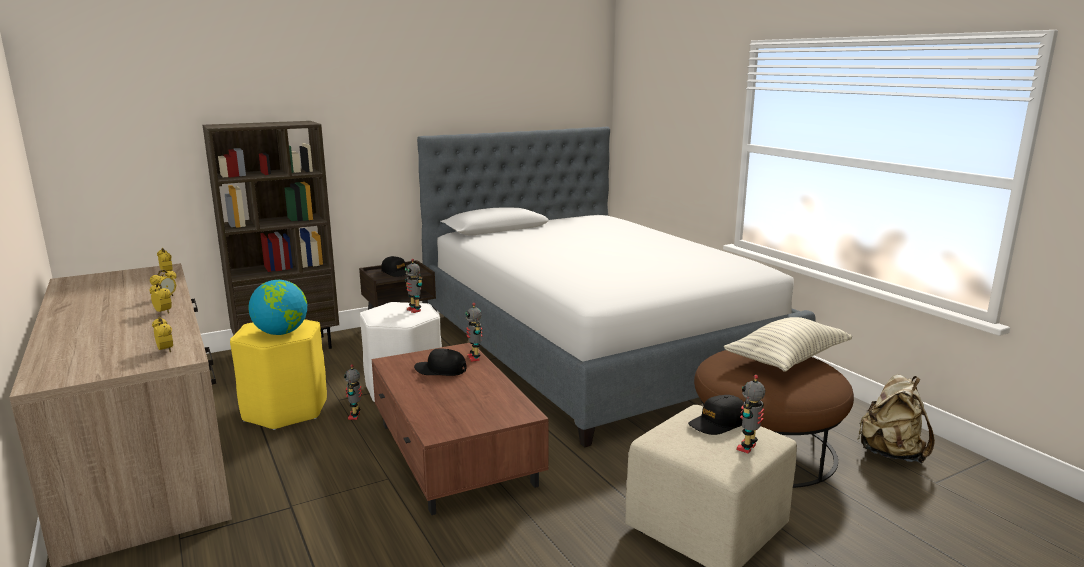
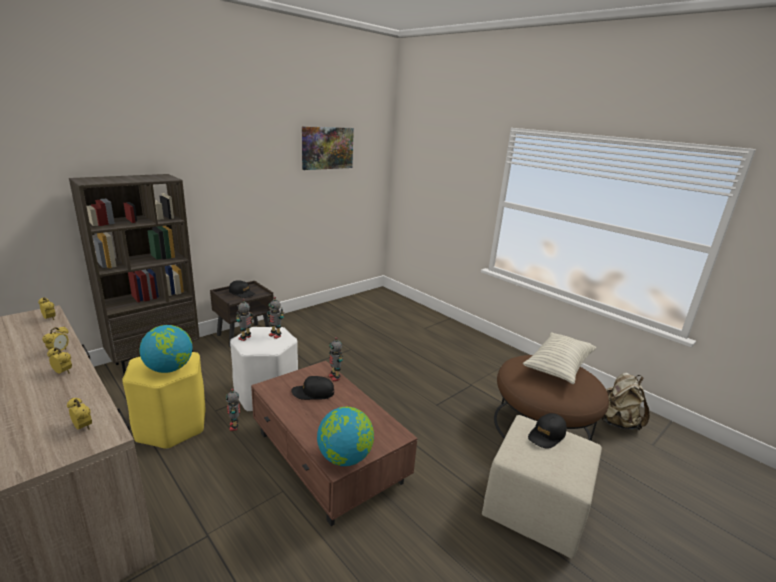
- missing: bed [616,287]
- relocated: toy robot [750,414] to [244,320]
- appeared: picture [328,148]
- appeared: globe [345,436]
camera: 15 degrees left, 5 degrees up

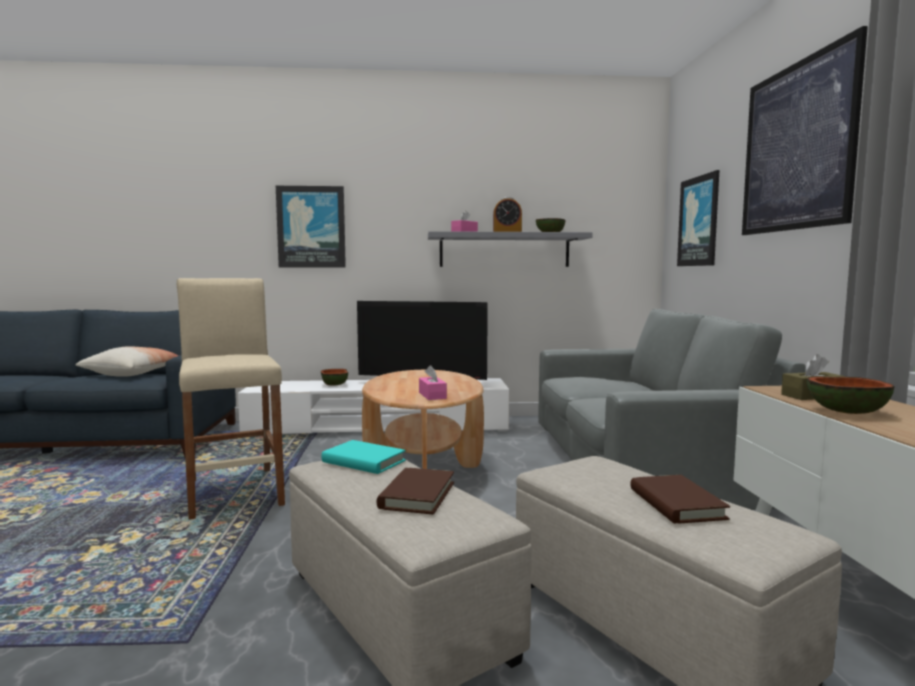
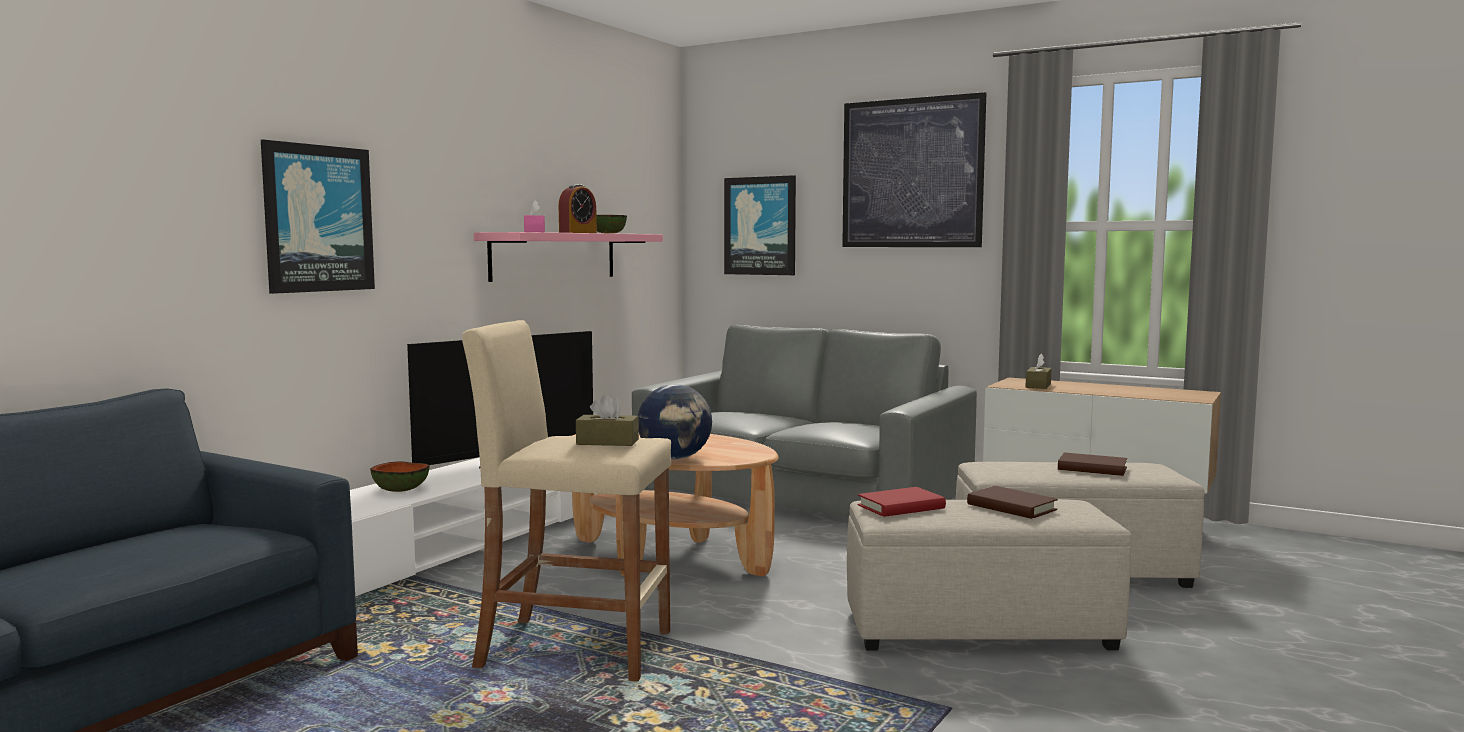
- missing: pillow [127,361]
- colour: turquoise book [363,457] to red book [902,502]
- missing: pink tissue box [433,382]
- colour: grey shelf [510,249] to pink shelf [568,257]
- missing: bowl [850,395]
- appeared: brown tissue box [607,420]
- appeared: globe [675,421]
camera: 55 degrees left, 0 degrees up

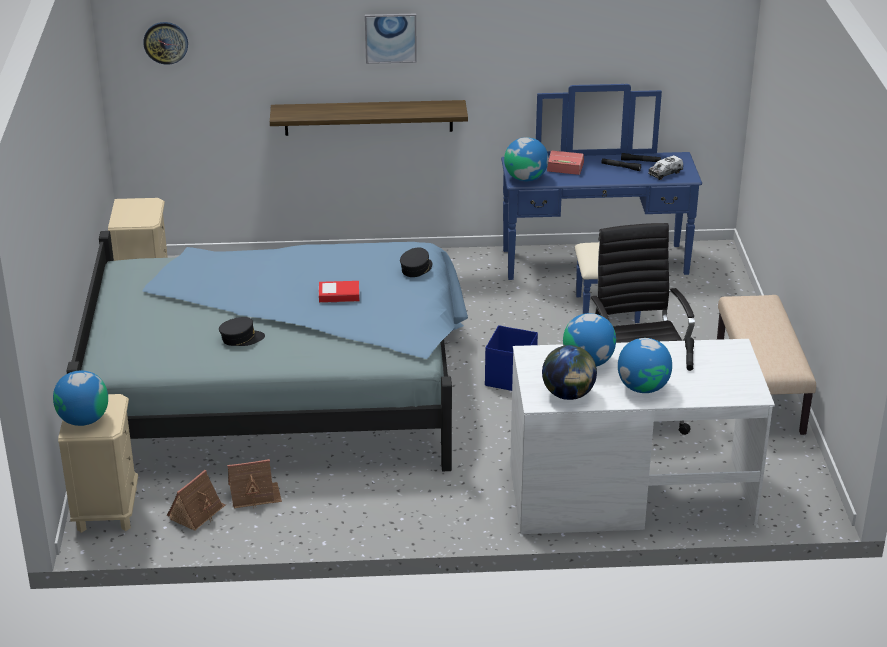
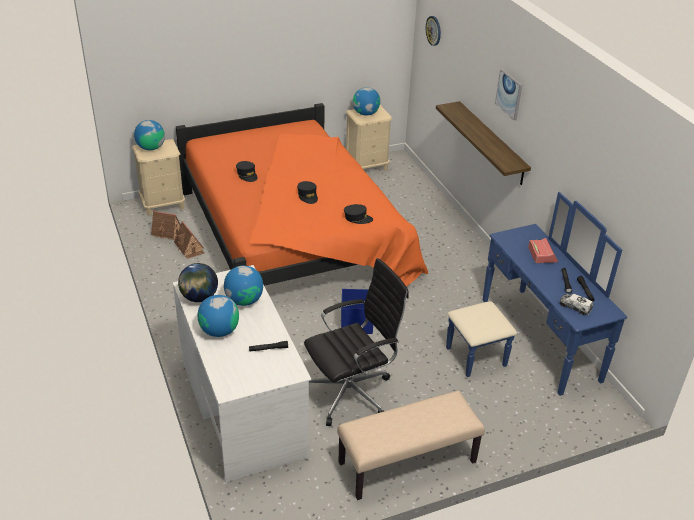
- colour: blue bed [267,351] to orange bed [302,195]
- exchanged: book [339,292] to black cap [307,192]
- relocated: globe [526,159] to [366,101]
camera: 70 degrees right, 5 degrees up

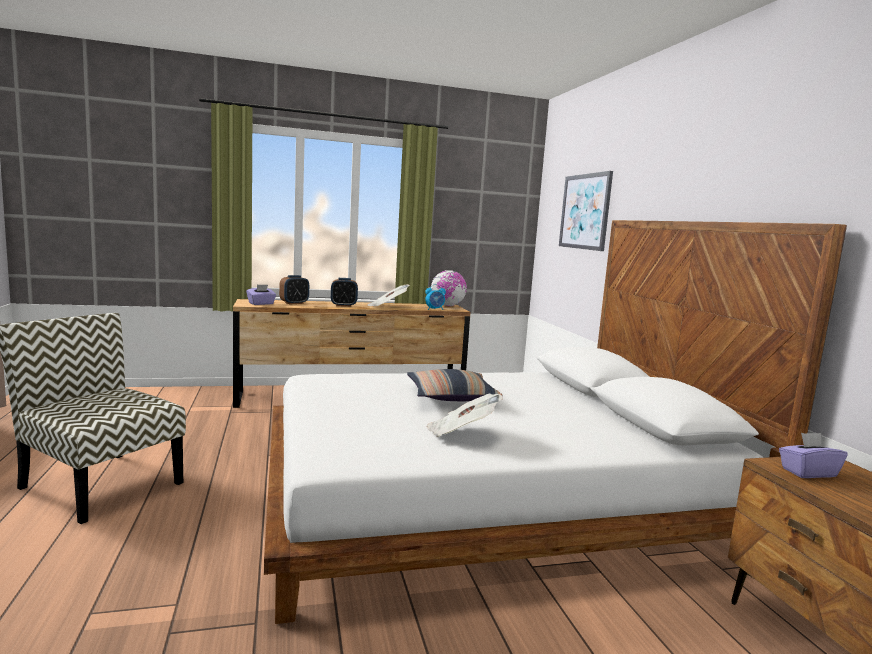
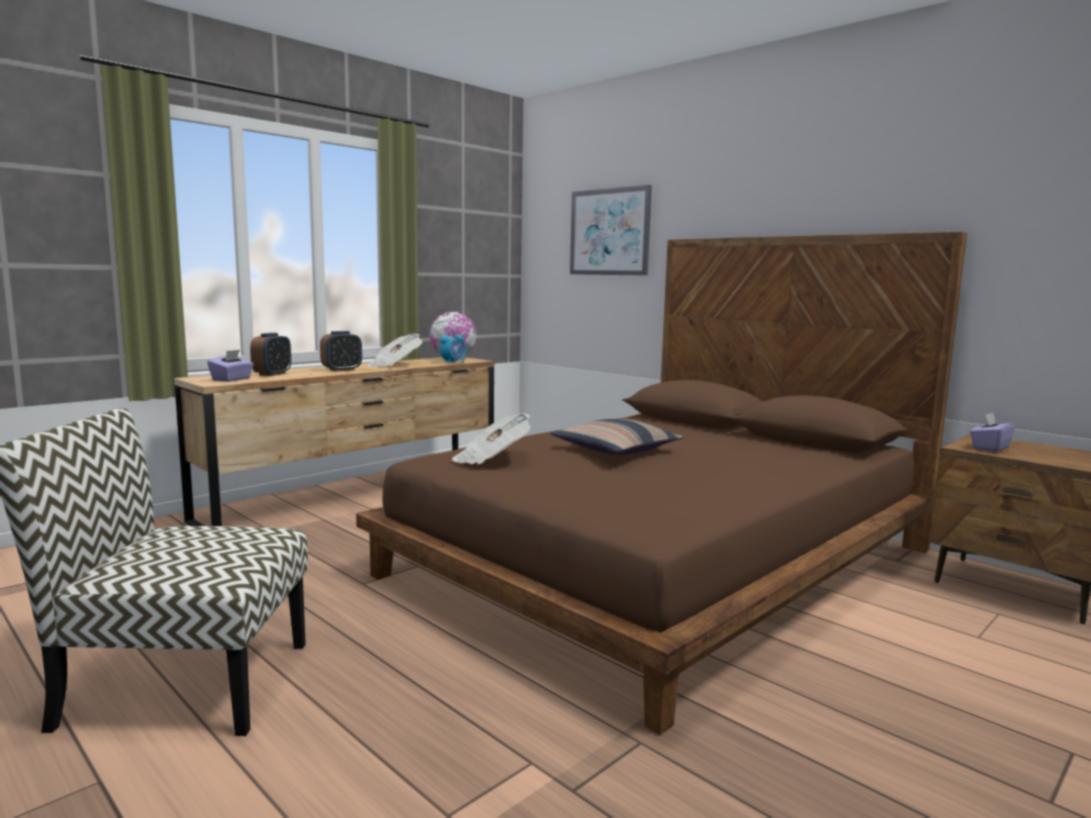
- colour: white bed [555,422] to brown bed [661,483]
- relocated: newspaper [464,415] to [491,438]
camera: 30 degrees left, 0 degrees up

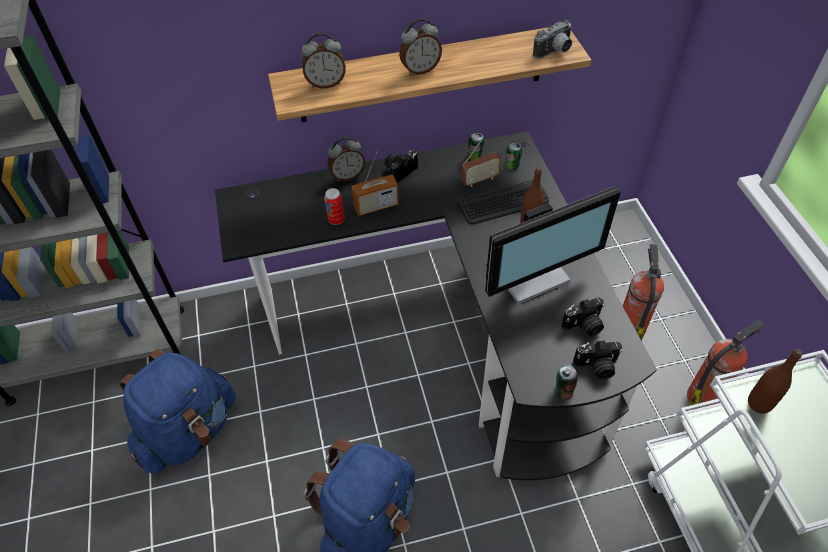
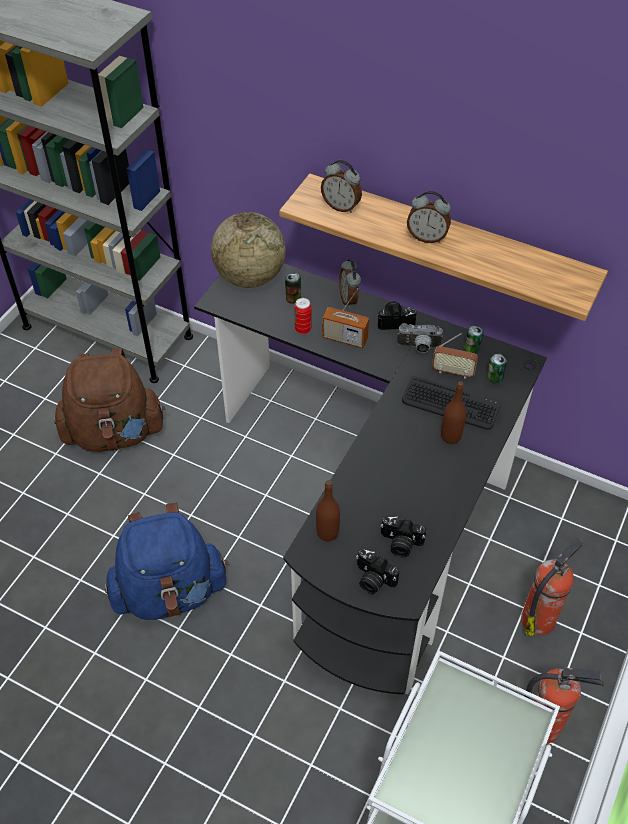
- colour: blue backpack [177,411] to brown backpack [109,400]
- spun: alarm clock [346,159] = [350,283] 60 degrees clockwise
- missing: monitor [553,245]
- relocated: photo camera [552,39] to [420,338]
- relocated: can [567,381] to [293,288]
- relocated: brown bottle [775,381] to [328,510]
- appeared: globe [248,250]
camera: 40 degrees right, 0 degrees up

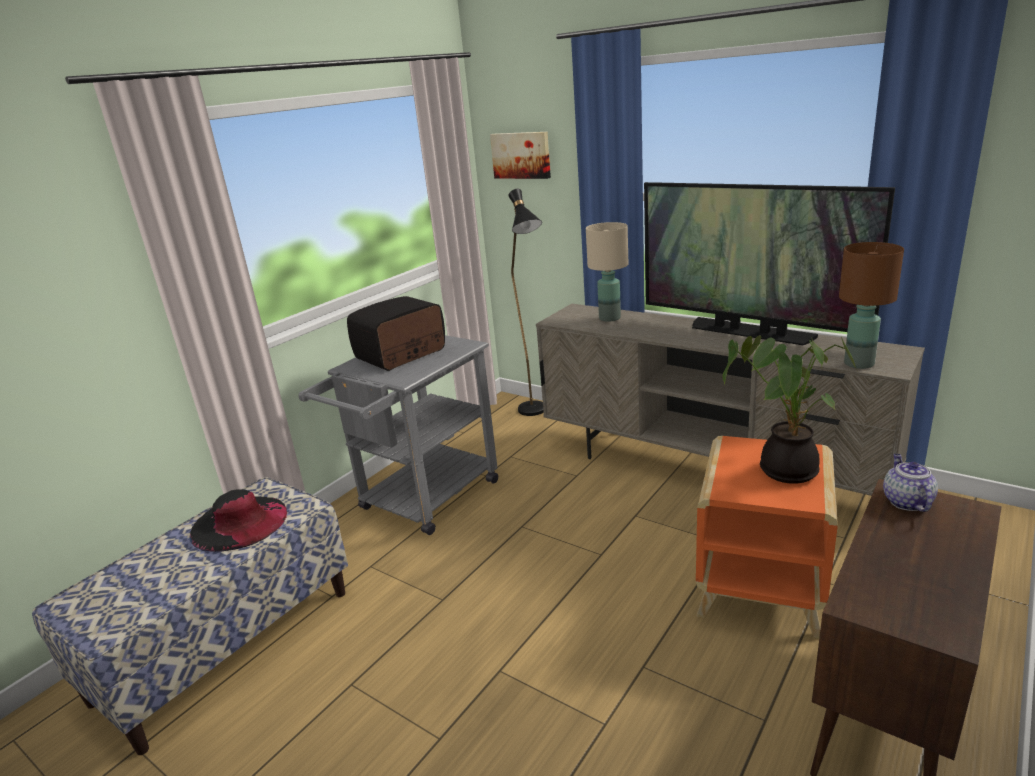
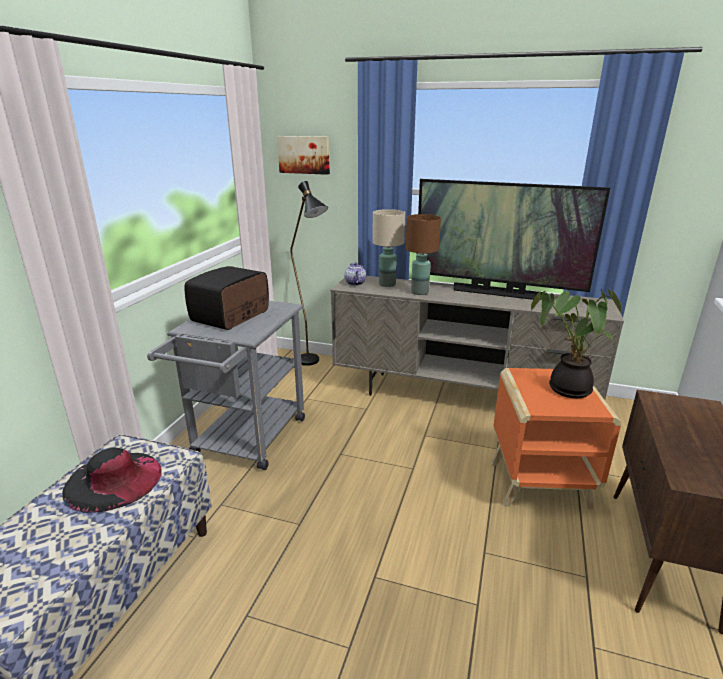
- relocated: brown table lamp [871,305] to [423,254]
- relocated: teapot [910,483] to [355,274]
camera: 20 degrees left, 0 degrees up

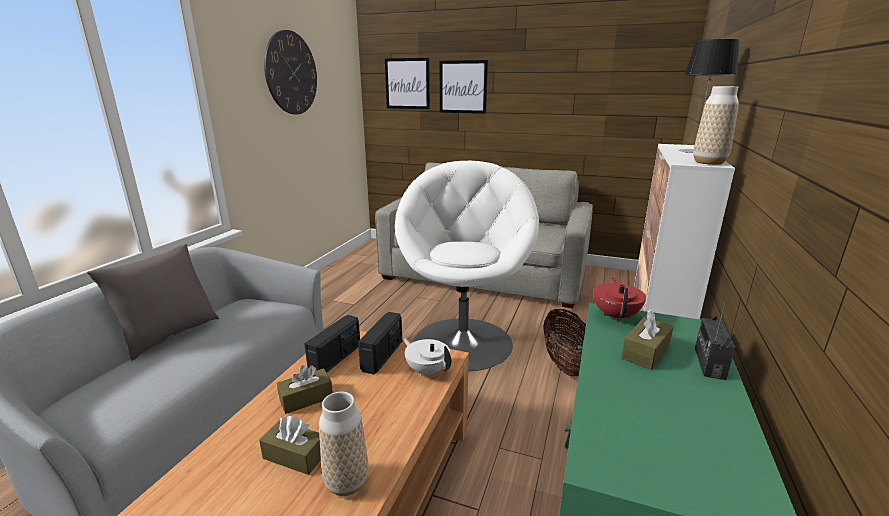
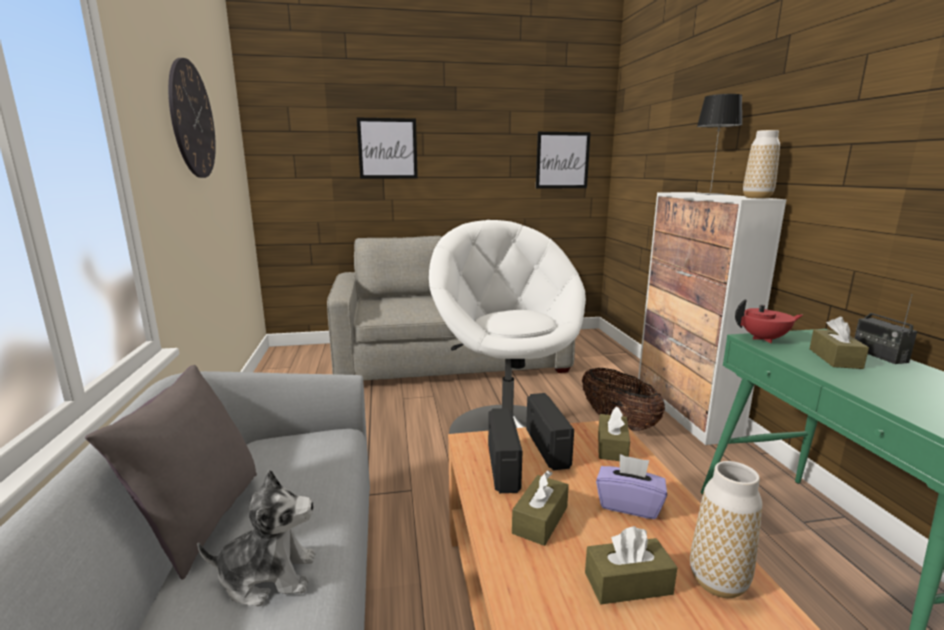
- relocated: picture [407,83] to [563,160]
- exchanged: white teapot [427,357] to brown tissue box [614,433]
- spun: red teapot [619,300] = [769,321] 105 degrees clockwise
- appeared: plush toy [256,538]
- appeared: purple tissue box [631,486]
camera: 30 degrees left, 5 degrees down

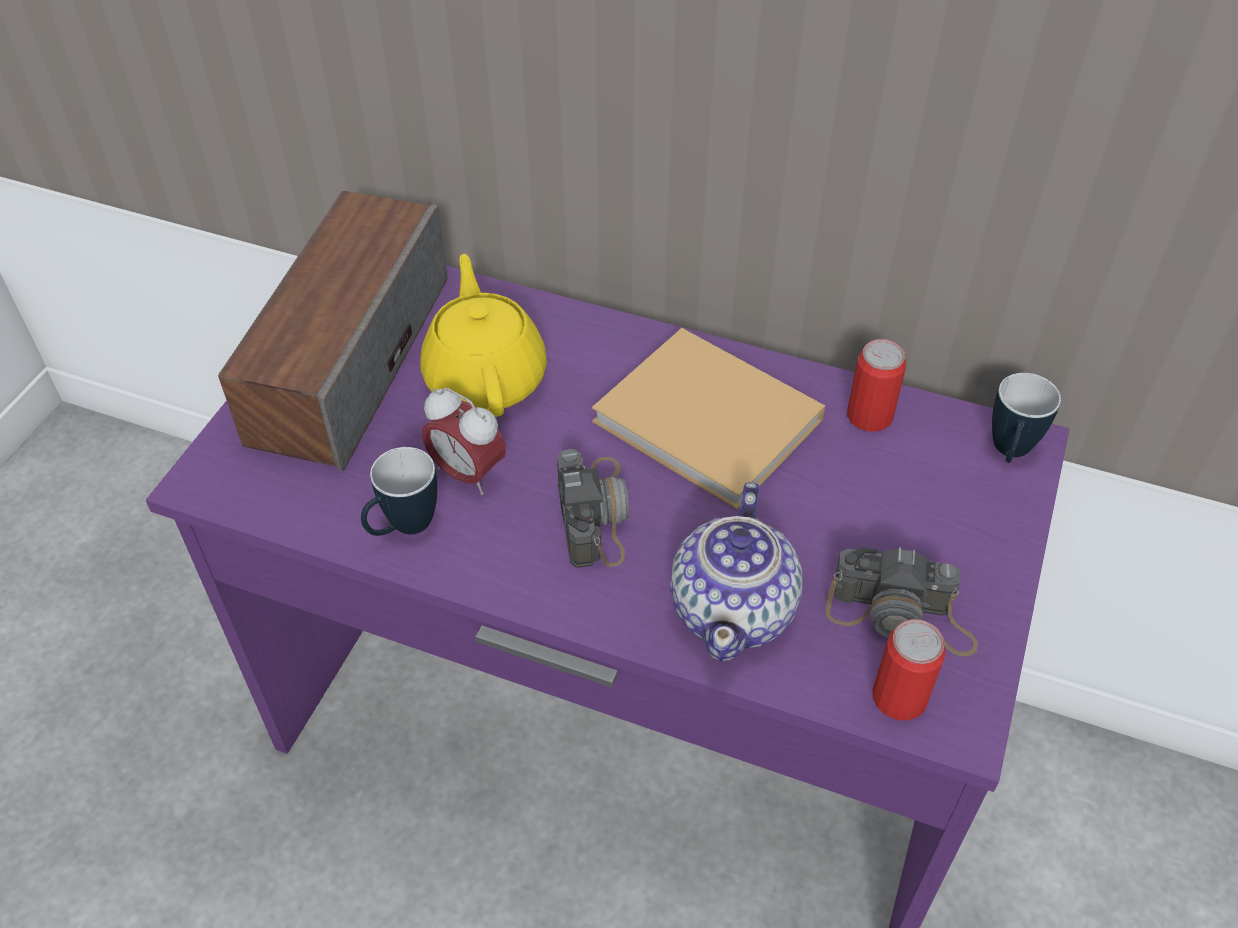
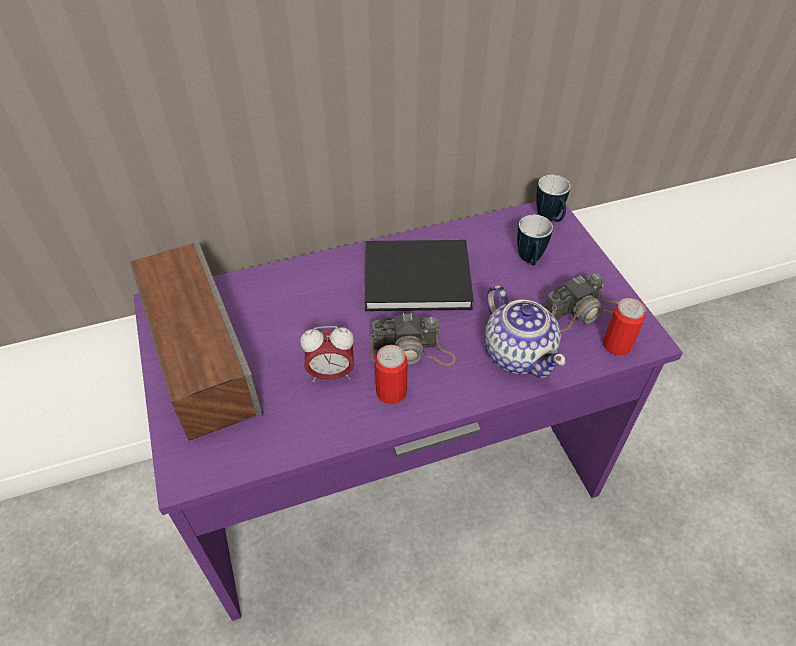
- relocated: mug [399,491] to [535,240]
- missing: yellow teapot [484,335]
- spun: photo camera [593,508] = [413,339] 135 degrees clockwise
- colour: beige book [708,418] to black book [419,275]
- relocated: can [876,385] to [391,374]
camera: 40 degrees left, 0 degrees up

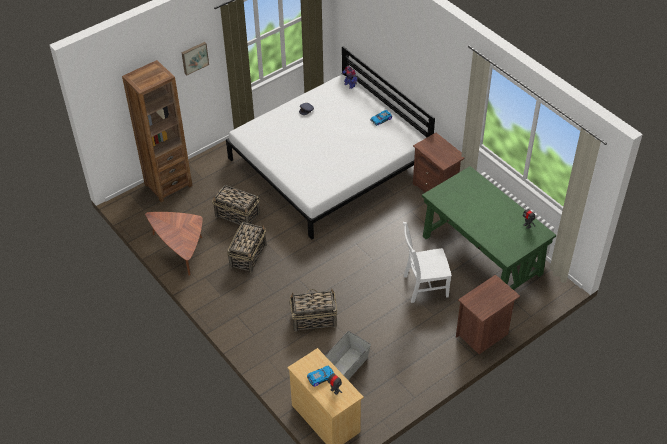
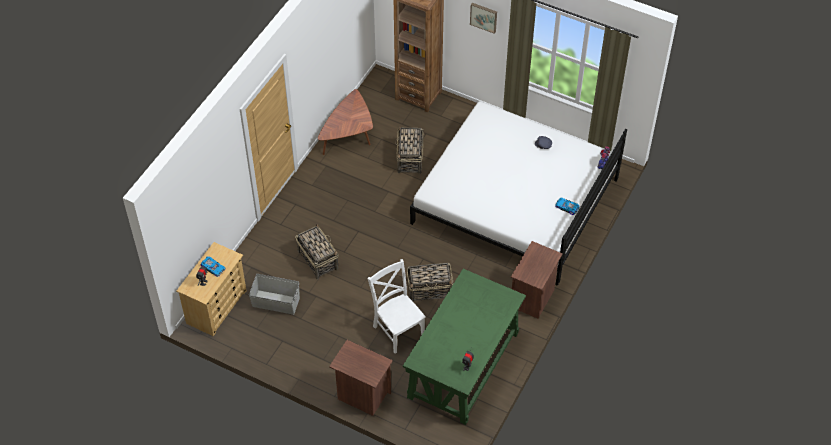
- relocated: basket [246,247] to [430,282]
camera: 65 degrees right, 5 degrees up

